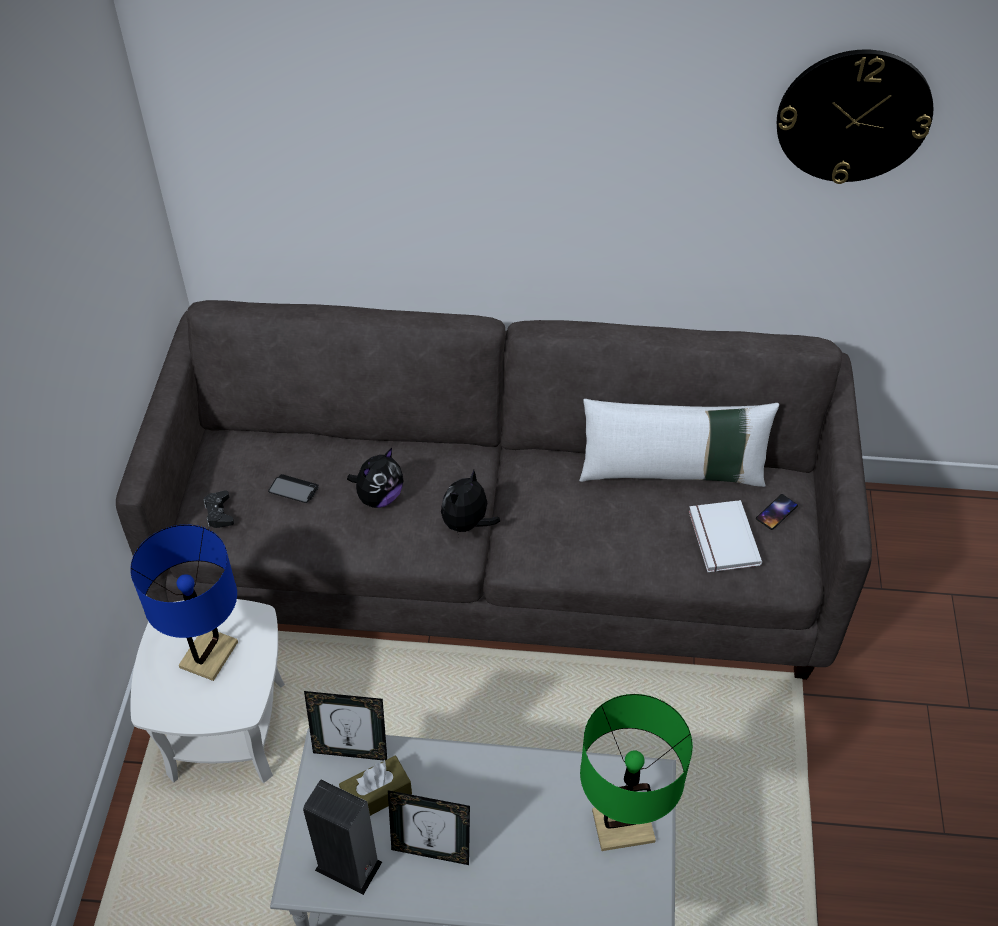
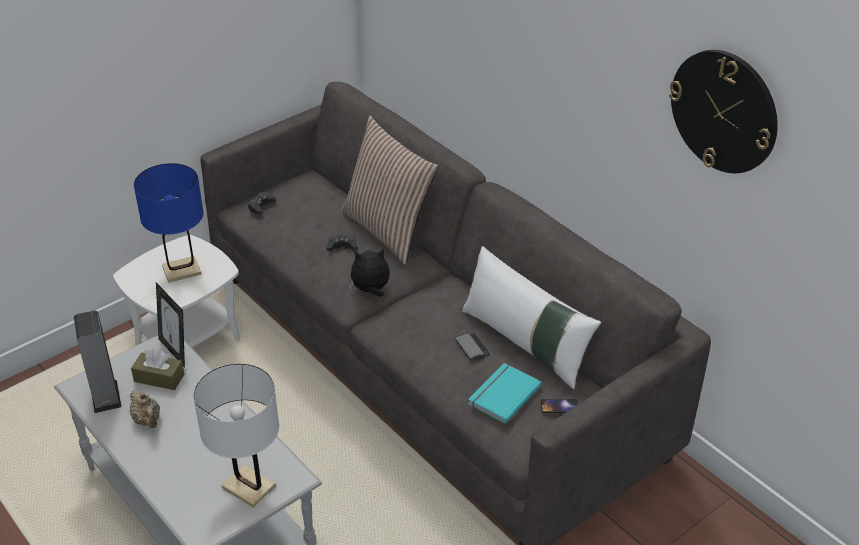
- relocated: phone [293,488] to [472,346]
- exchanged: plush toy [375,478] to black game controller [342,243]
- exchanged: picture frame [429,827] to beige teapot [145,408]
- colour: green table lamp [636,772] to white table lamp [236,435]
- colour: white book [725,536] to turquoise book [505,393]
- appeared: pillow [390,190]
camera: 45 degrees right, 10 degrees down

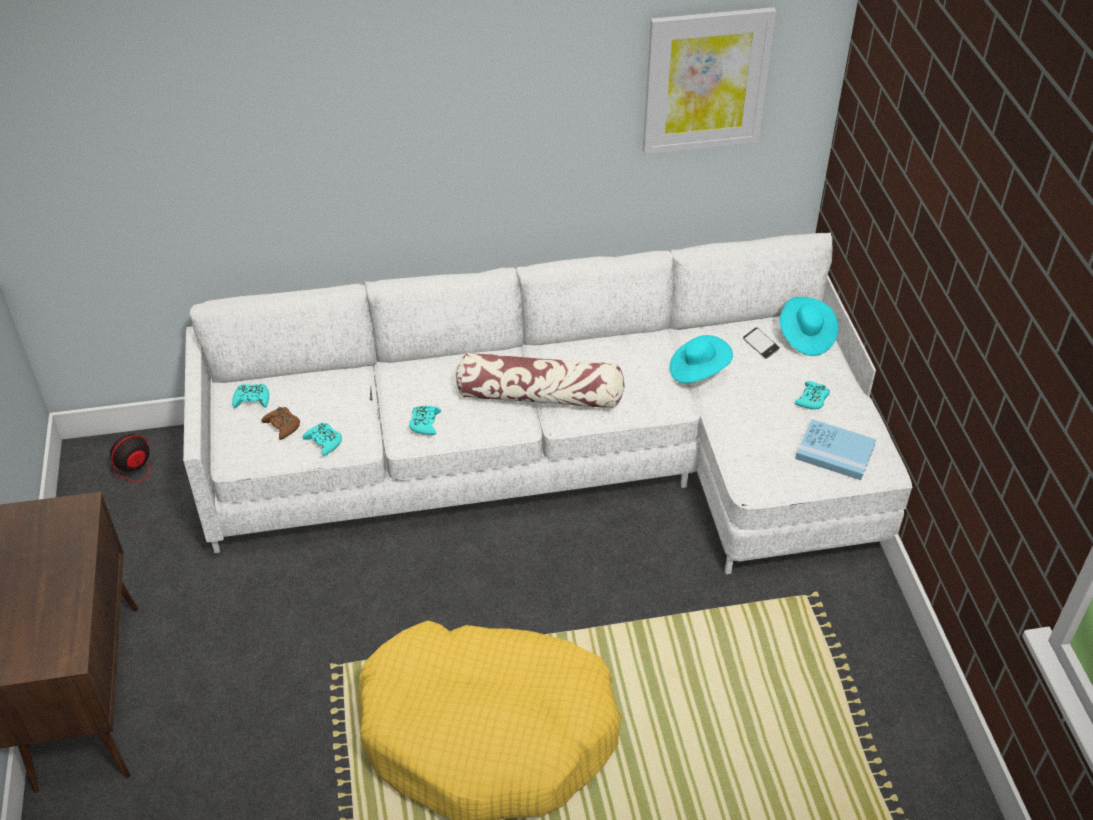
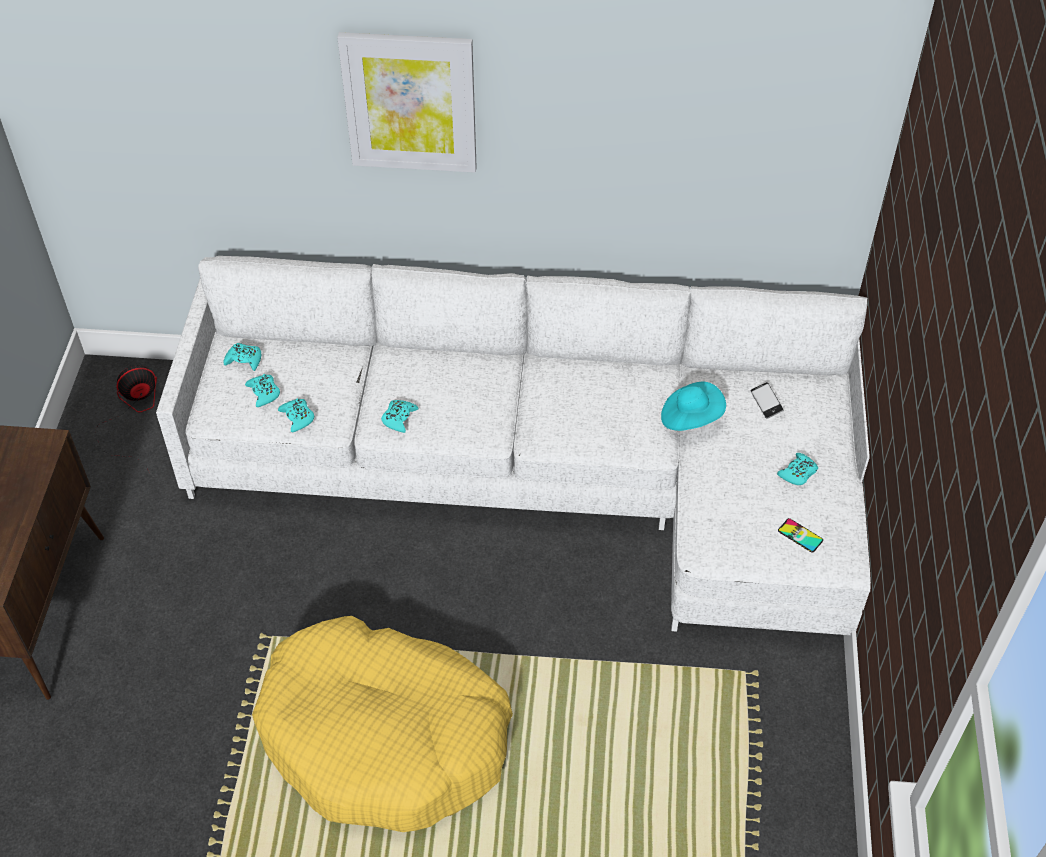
- colour: brown game controller [280,423] to turquoise game controller [262,390]
- missing: pillow [540,381]
- relocated: picture [709,80] to [407,102]
- missing: turquoise hat [809,326]
- exchanged: blue book [835,449] to phone [800,535]
camera: 15 degrees right, 5 degrees up

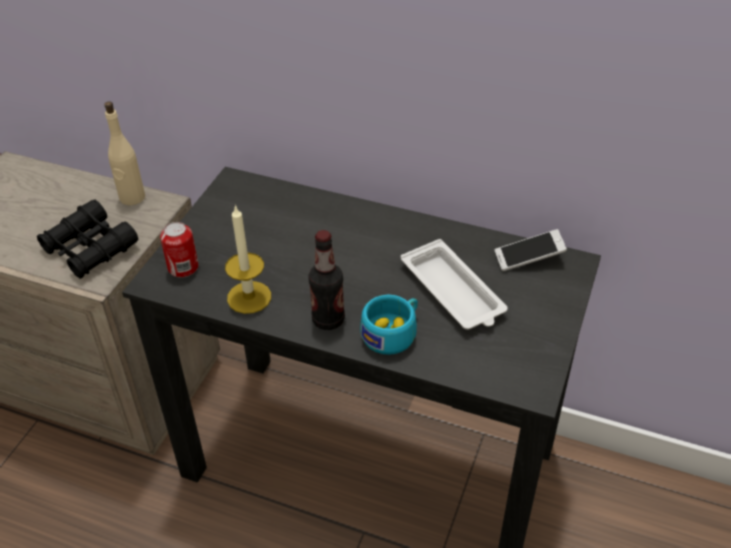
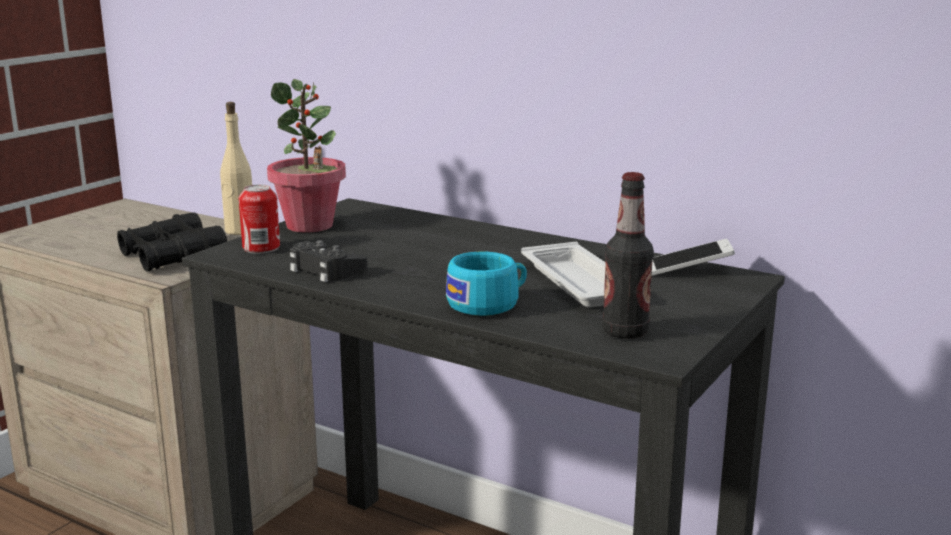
- exchanged: candle [248,259] to black game controller [329,261]
- relocated: bottle [326,280] to [628,255]
- appeared: potted plant [306,156]
camera: 10 degrees right, 25 degrees down

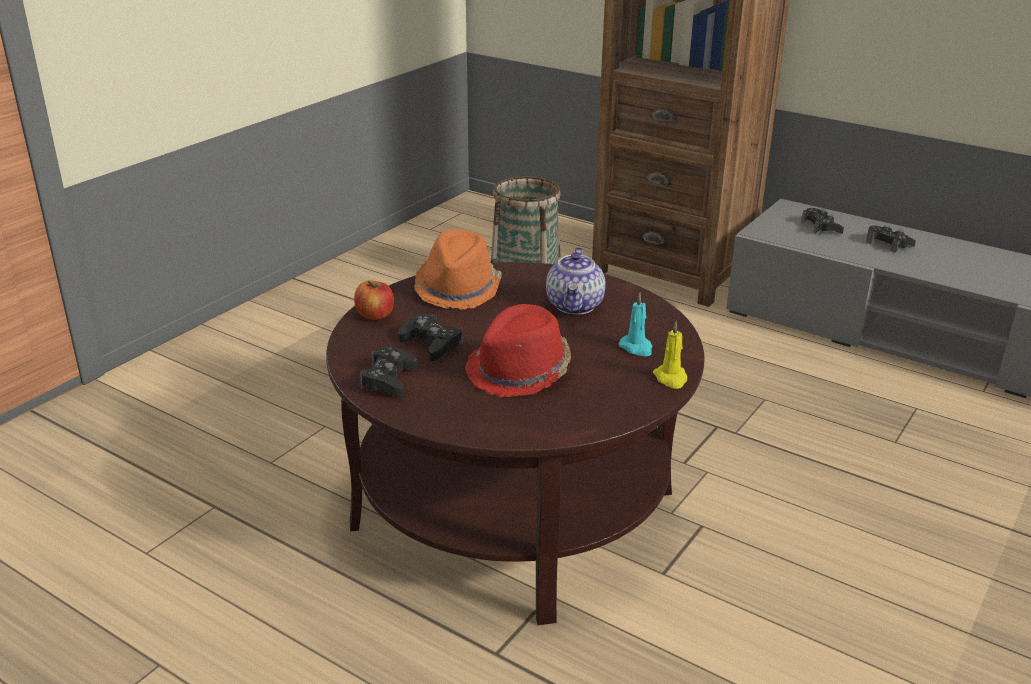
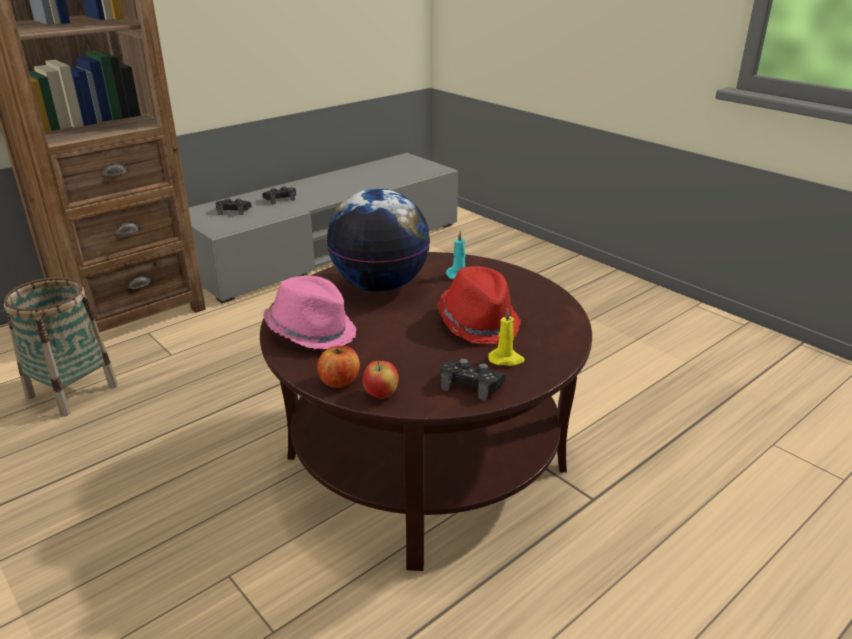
- missing: black game controller [430,337]
- colour: orange hat [458,269] to pink hat [310,312]
- exchanged: teapot [576,281] to globe [378,240]
- relocated: yellow candle [670,355] to [506,337]
- appeared: apple [380,380]
camera: 75 degrees left, 0 degrees up

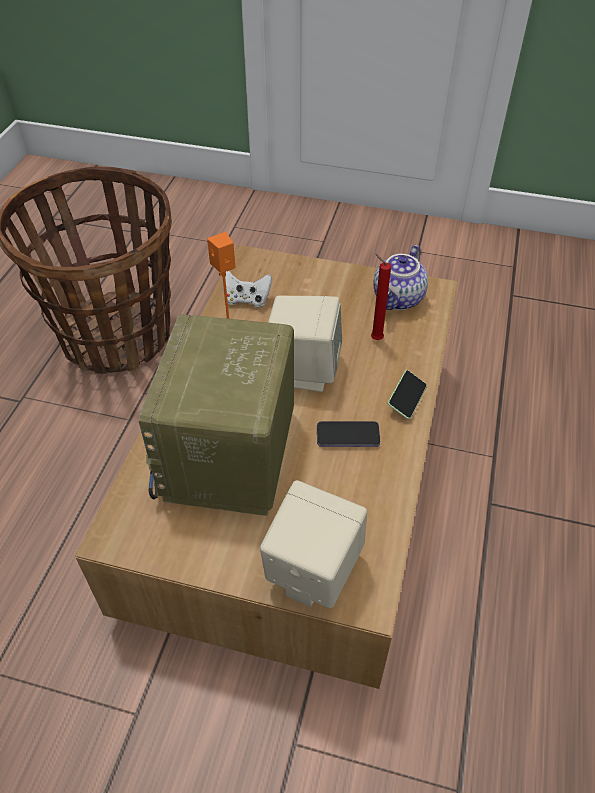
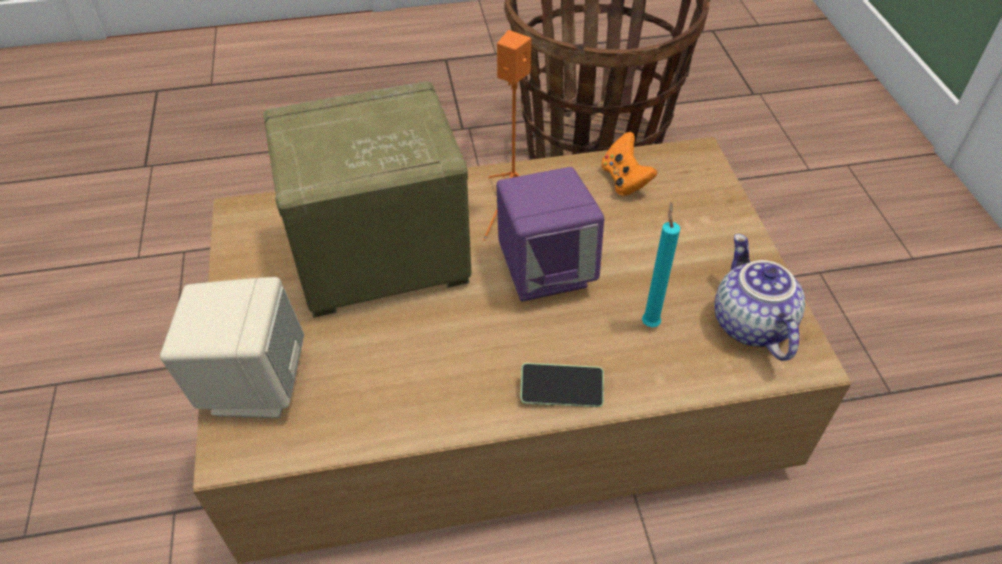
- colour: white game controller [247,289] to orange game controller [629,164]
- colour: beige speaker [305,344] to purple speaker [550,234]
- missing: phone [348,434]
- colour: red candle [381,296] to turquoise candle [661,264]
- spun: teapot [400,277] = [759,297] 75 degrees clockwise
camera: 65 degrees right, 0 degrees up

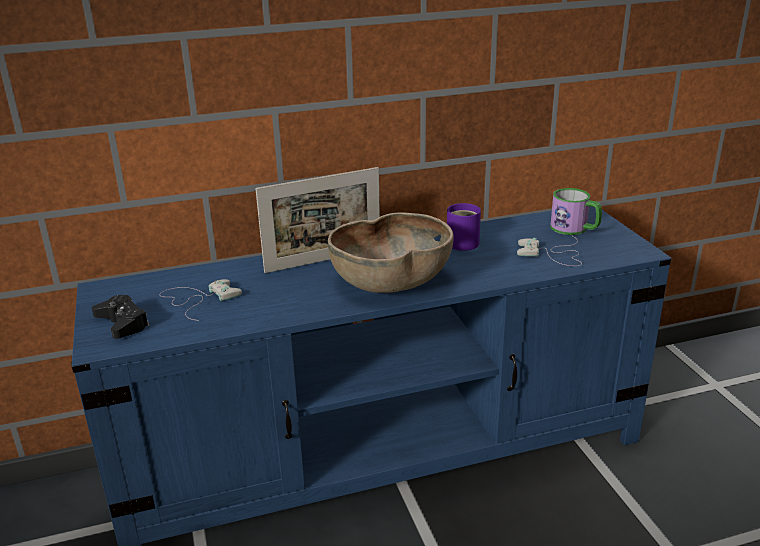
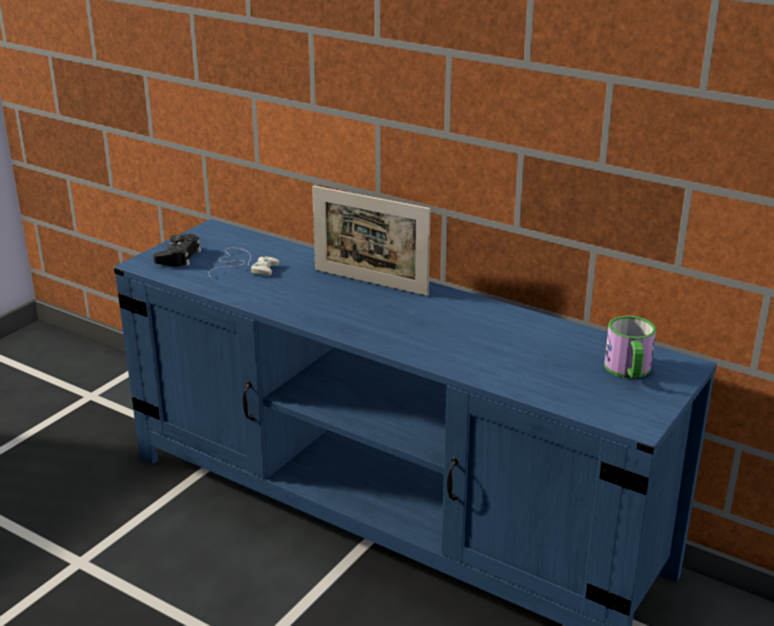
- missing: brown bowl [391,253]
- missing: purple mug [464,227]
- missing: white game controller [549,251]
camera: 50 degrees right, 0 degrees up

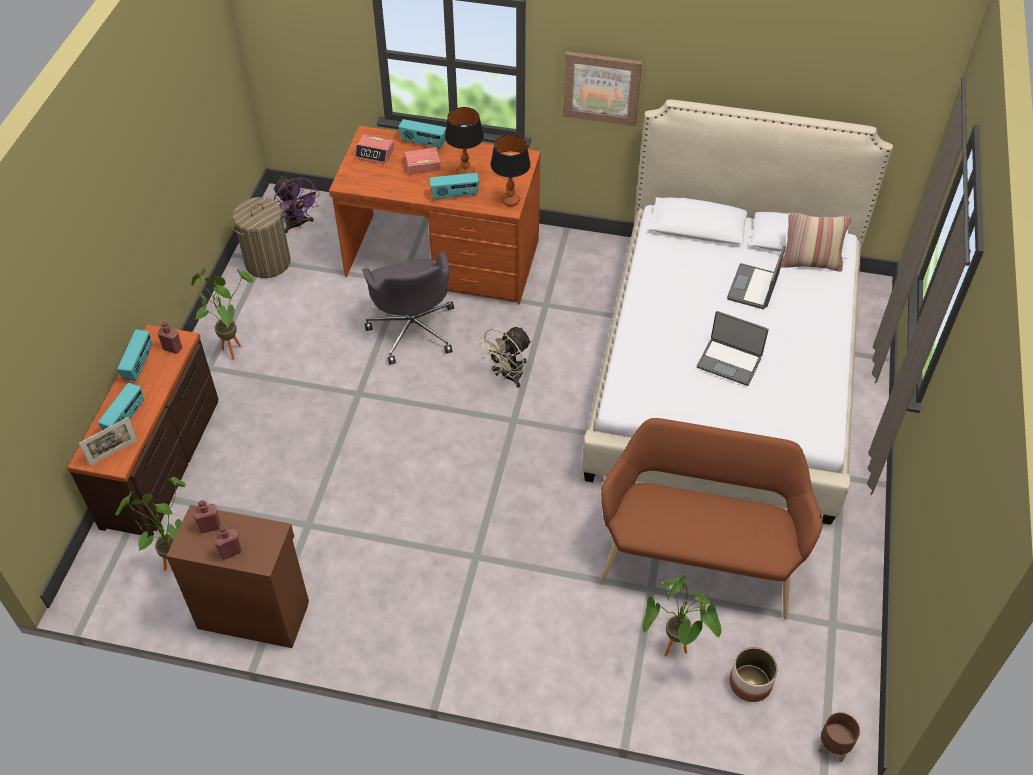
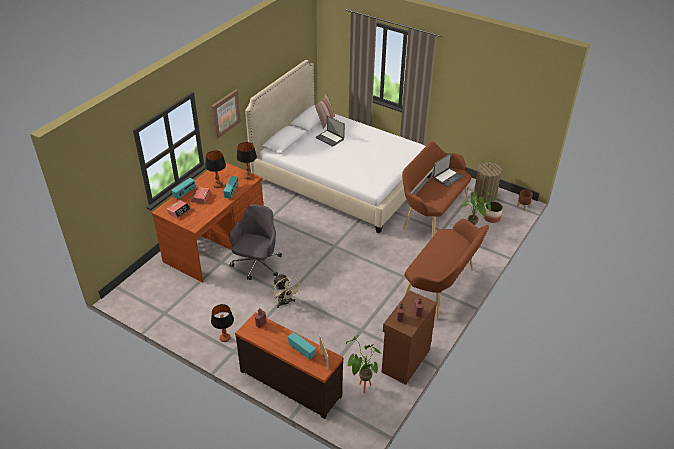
- missing: radio [135,355]
- exchanged: potted plant [222,314] to table lamp [222,323]
- relocated: laundry basket [261,237] to [488,182]
- missing: purple fan [296,204]
- spun: grey office chair [408,308] = [255,242] 75 degrees counterclockwise
- relocated: beige fan [504,357] to [286,291]
- relocated: laptop [733,348] to [448,170]
- appeared: brown bench [446,269]
camera: 70 degrees left, 10 degrees down

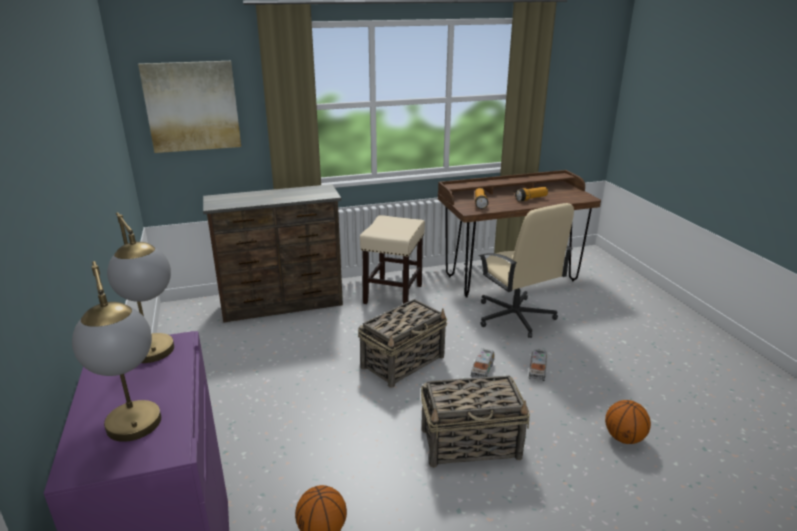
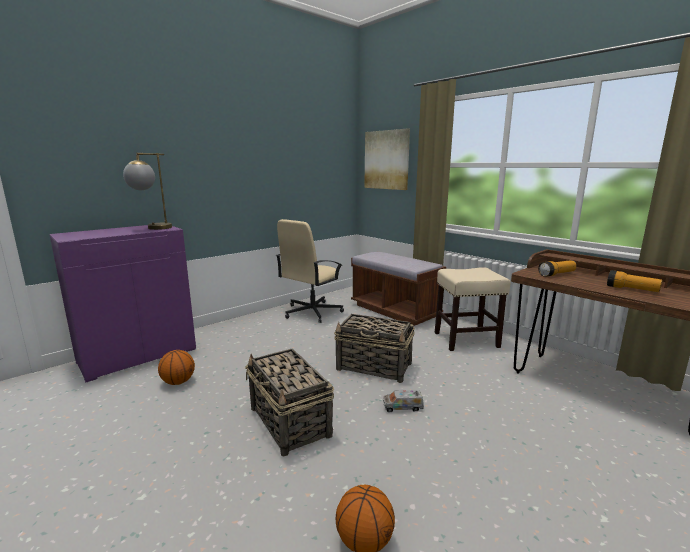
- missing: table lamp [116,351]
- exchanged: brown dresser [273,253] to brown bench [398,289]
- relocated: beige office chair [526,270] to [310,271]
- missing: toy truck [538,365]
camera: 65 degrees right, 10 degrees down

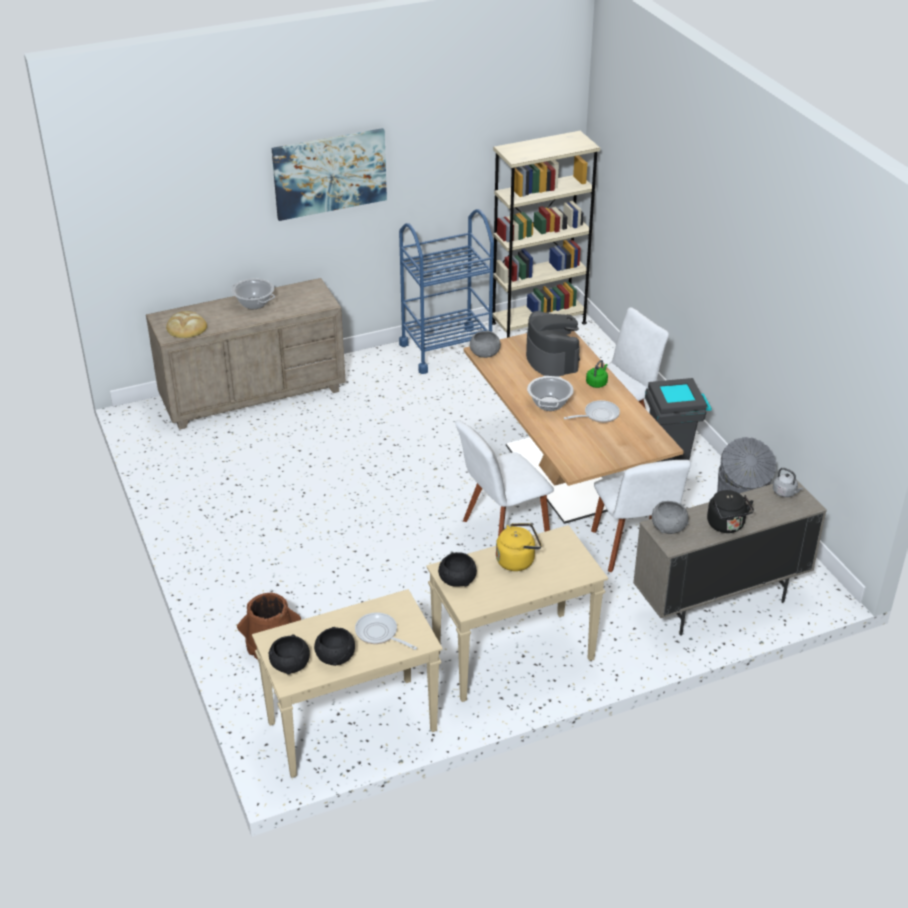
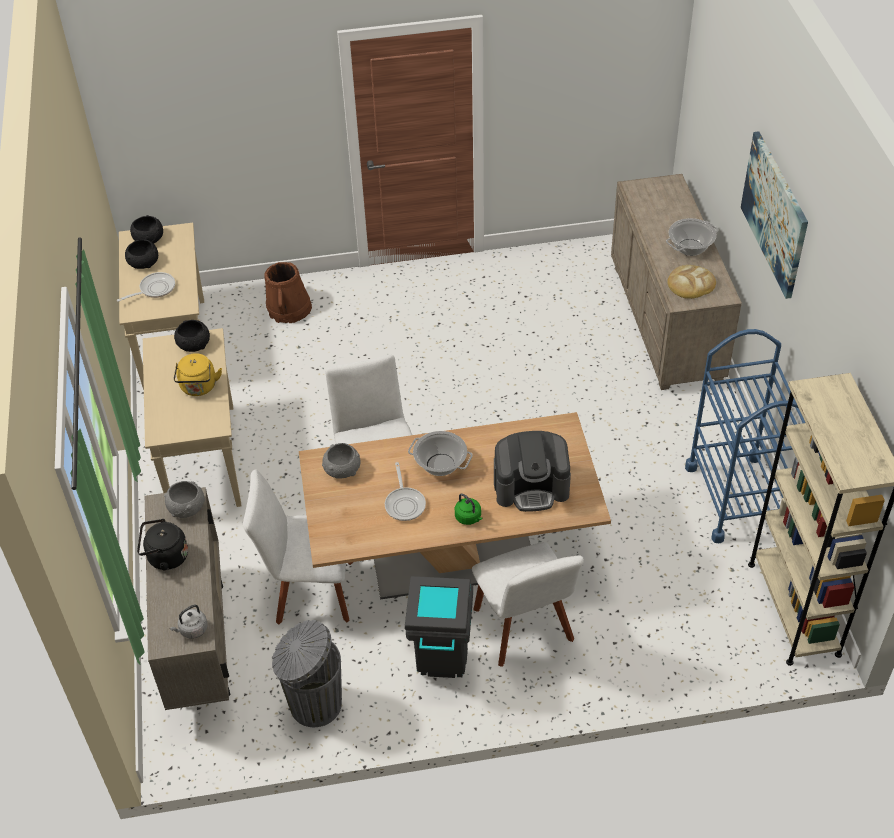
- relocated: bread [186,324] to [691,282]
- relocated: grey bowl [485,344] to [341,461]
camera: 105 degrees right, 10 degrees up

